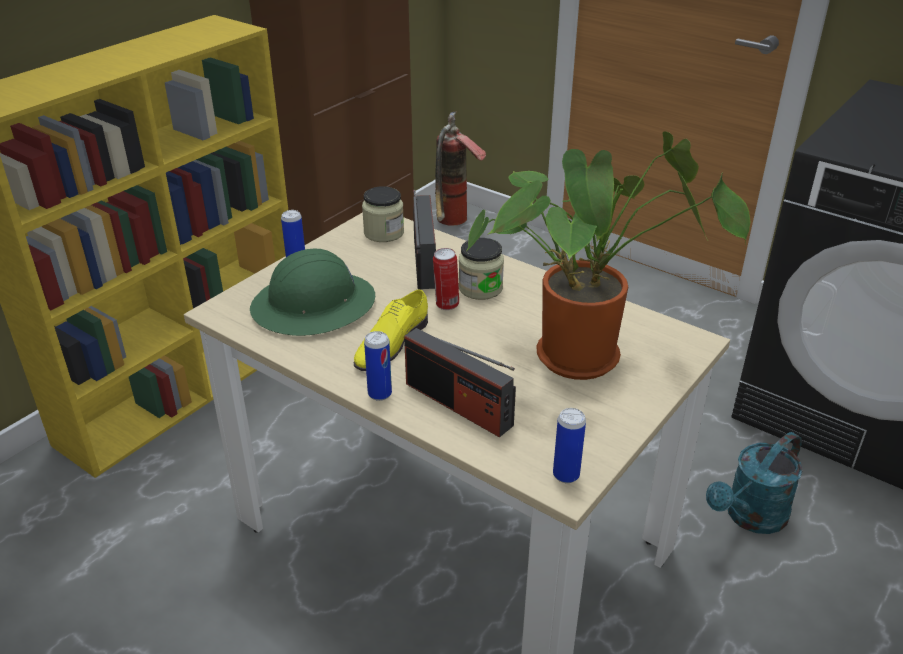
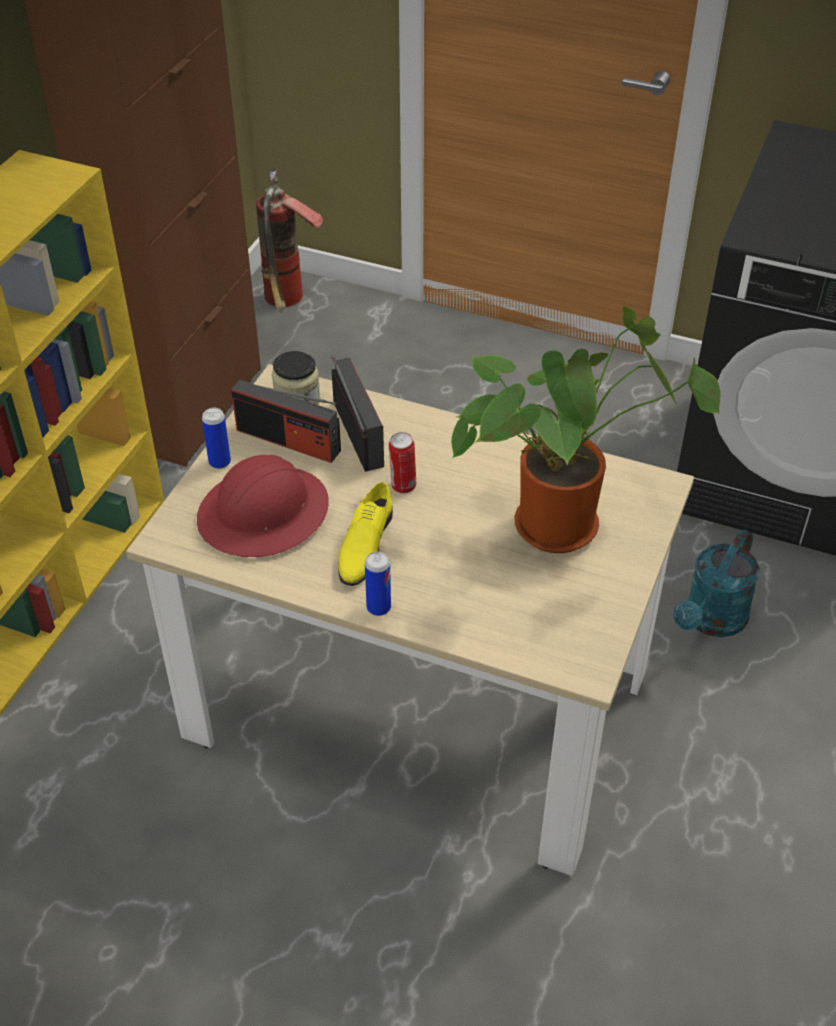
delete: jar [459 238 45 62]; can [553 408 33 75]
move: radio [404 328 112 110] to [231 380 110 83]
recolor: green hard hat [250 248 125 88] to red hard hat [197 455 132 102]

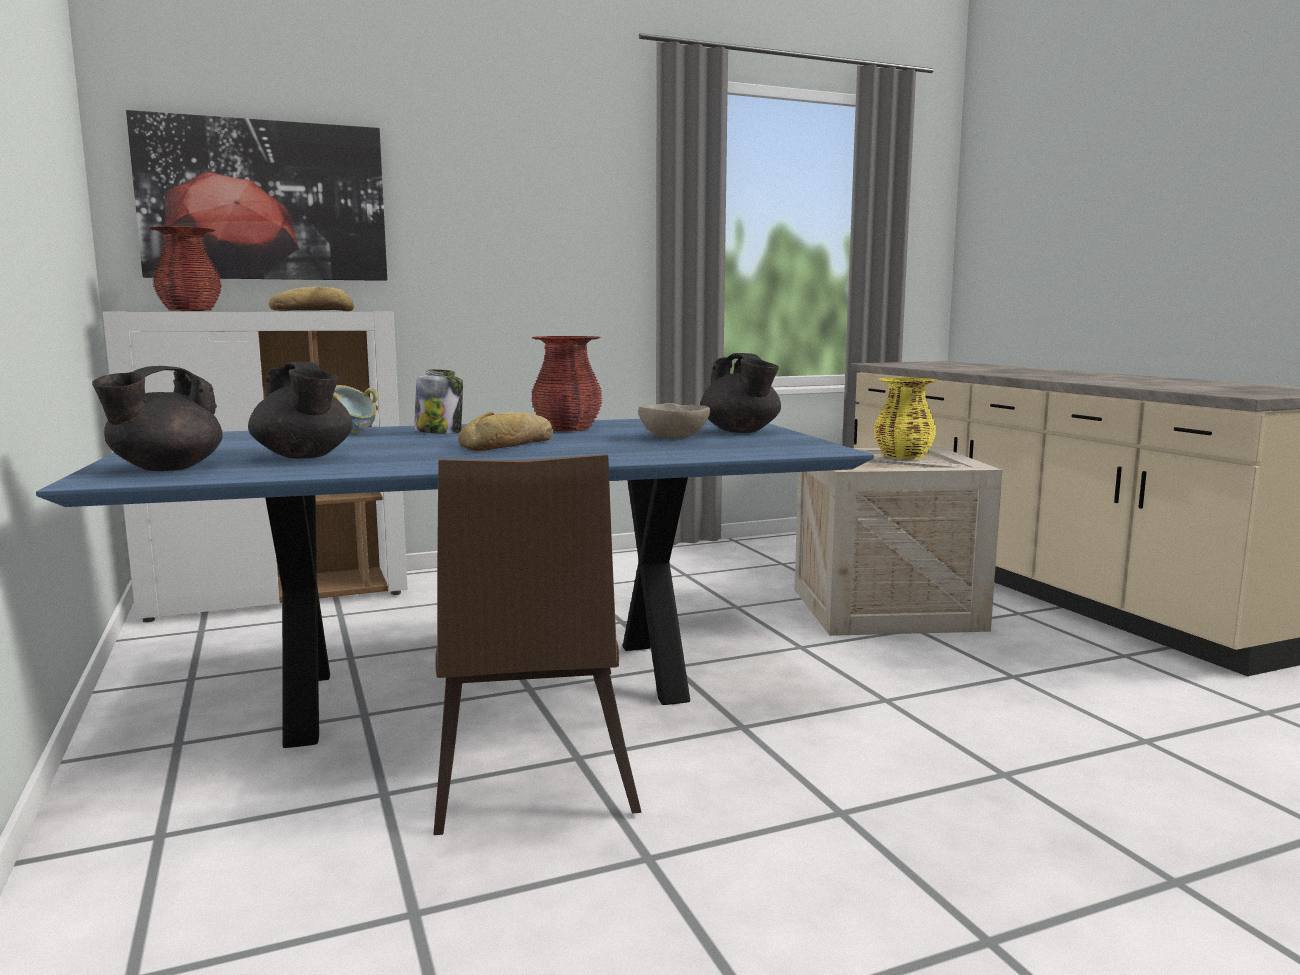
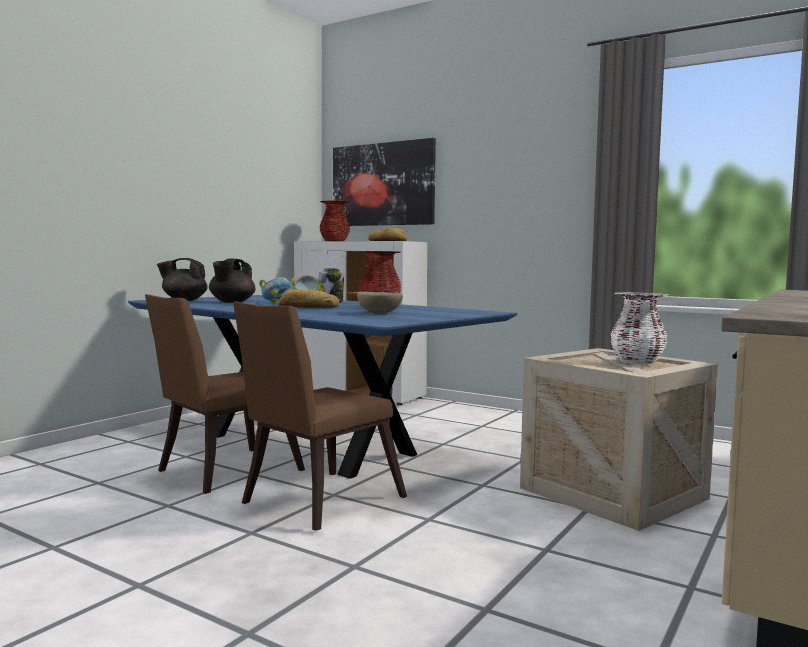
delete: black teapot [700 353 81 80]
insert: brown chair [233 301 174 230]; bowl [259 277 32 26]
recolor: yellow vase [874 377 64 82] to white vase [610 292 58 72]

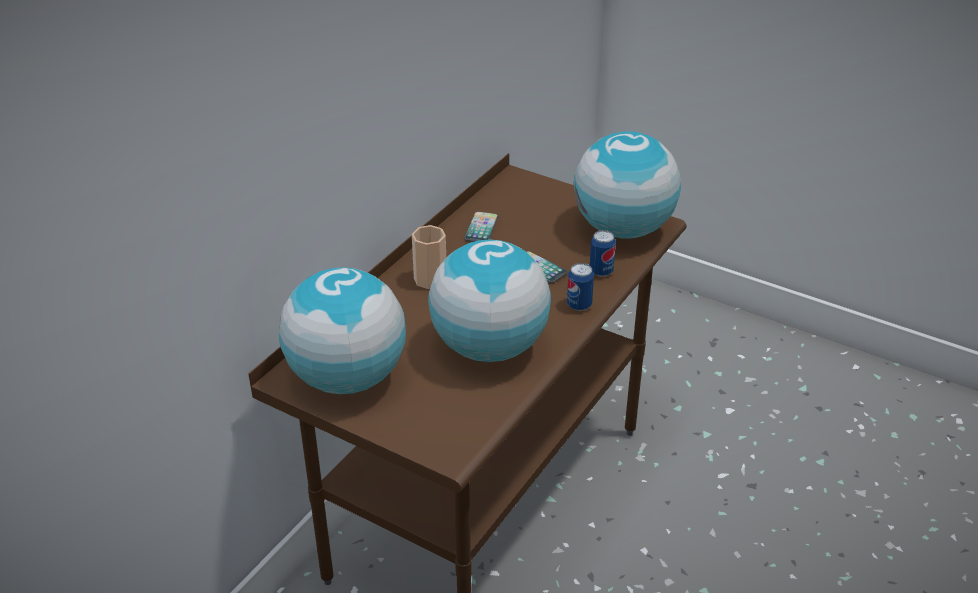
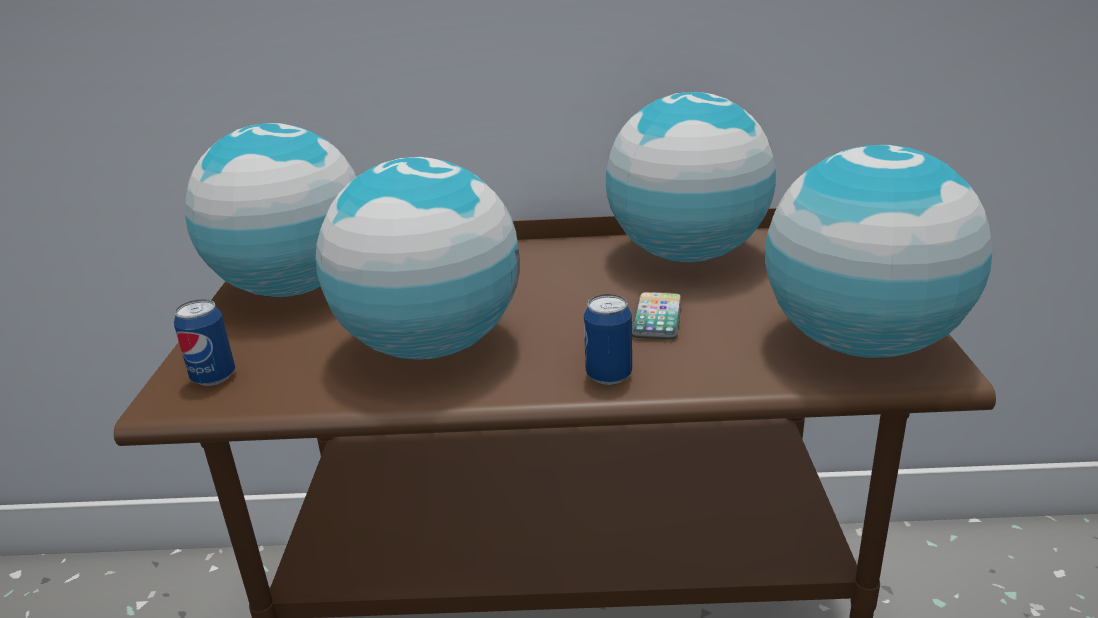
delete: cup [412 225 34 64]
move: can [590 230 26 47] to [174 299 61 87]
replace: phone [464 211 35 31] to globe [606 92 170 170]

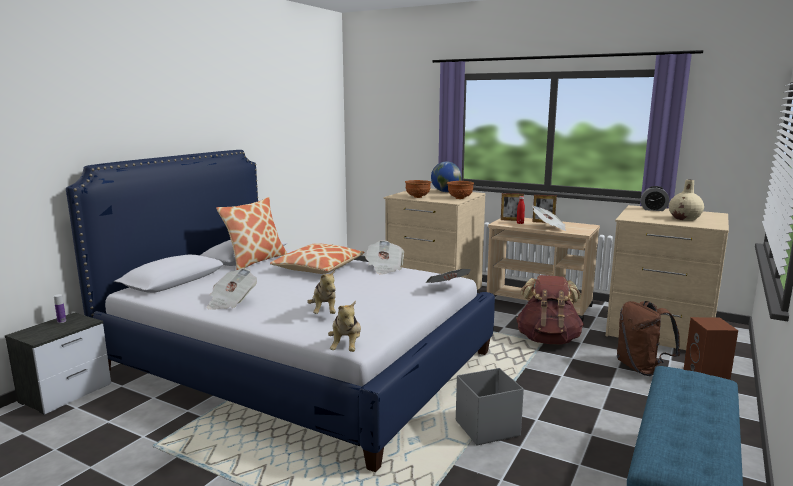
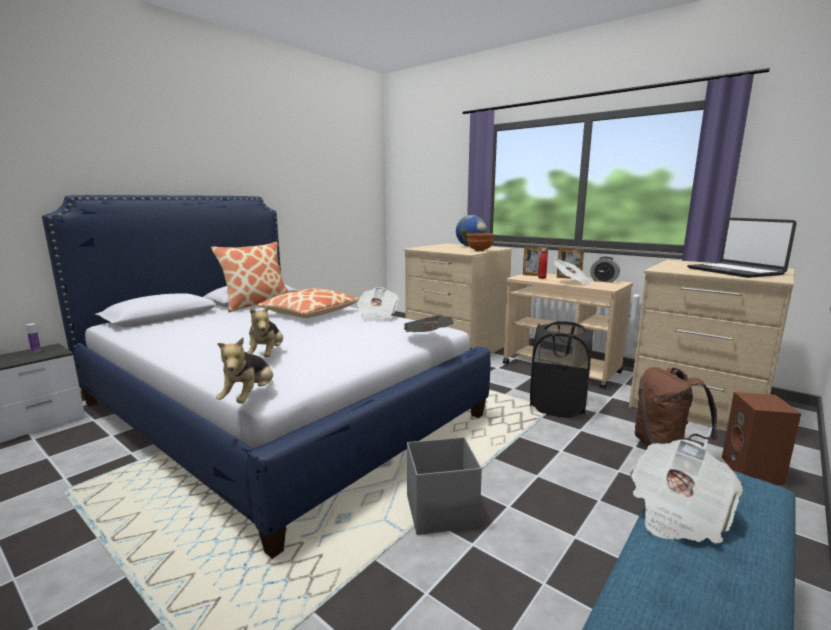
delete: brown bowl [405 180 26 18]
move: alarm clock [641 186 28 25] to [590 257 30 26]; newspaper [207 268 50 42] to [630 439 113 104]
replace: brown backpack [516 275 68 69] to black laundry basket [530 321 63 97]; beige vase [669 180 35 41] to laptop [687 218 110 60]

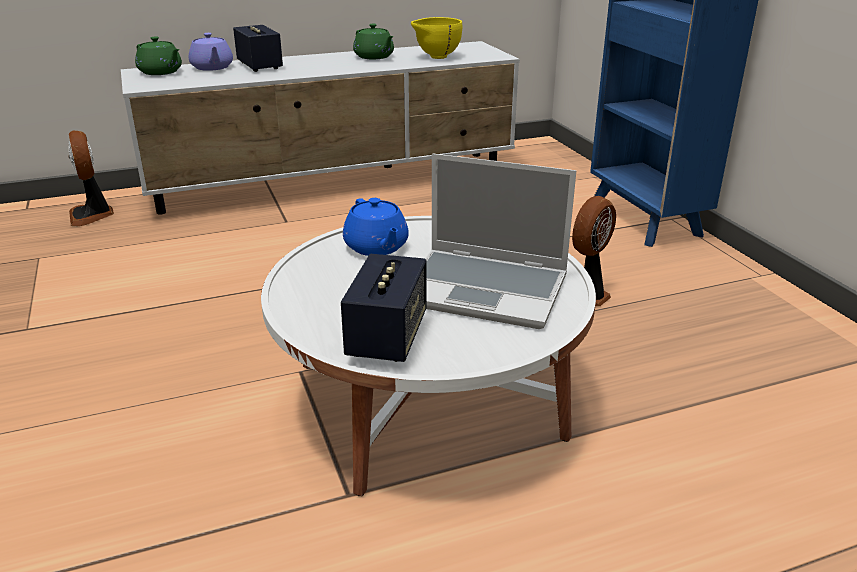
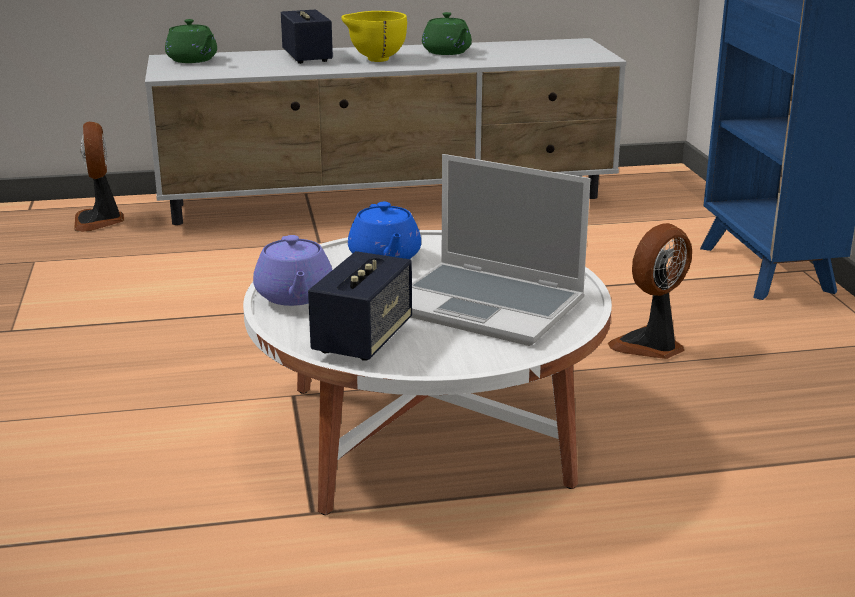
move: purple teapot [189 33 44 38] to [253 235 79 71]; yellow bowl [411 17 51 42] to [341 11 66 51]

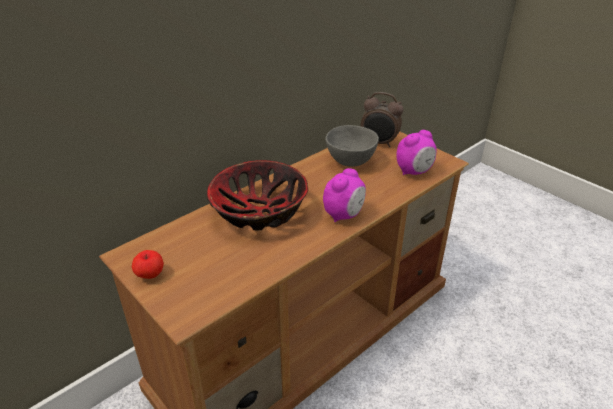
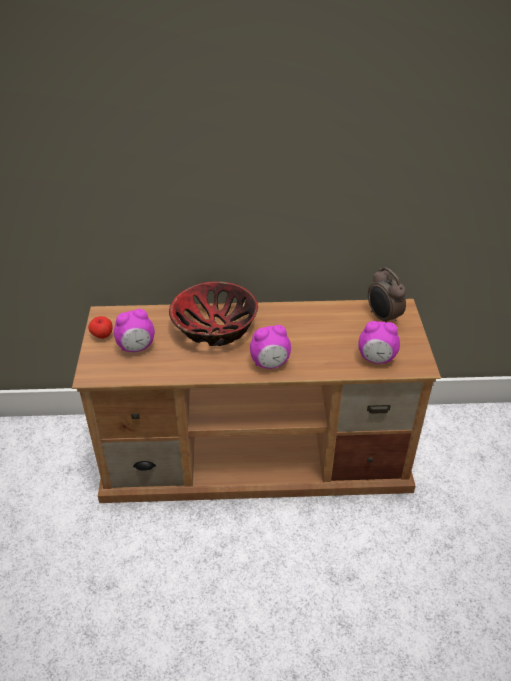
delete: grey bowl [325 125 54 42]
insert: alarm clock [114 309 41 43]

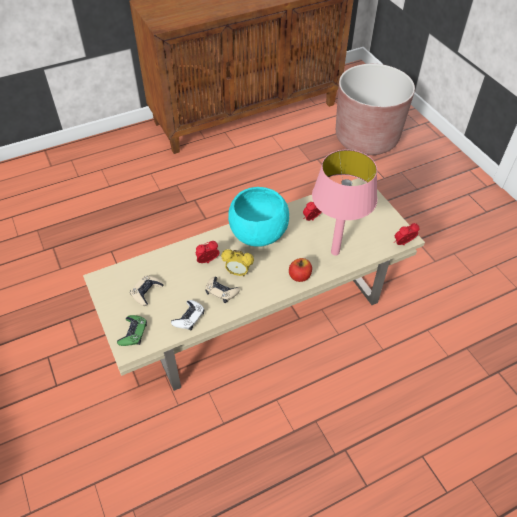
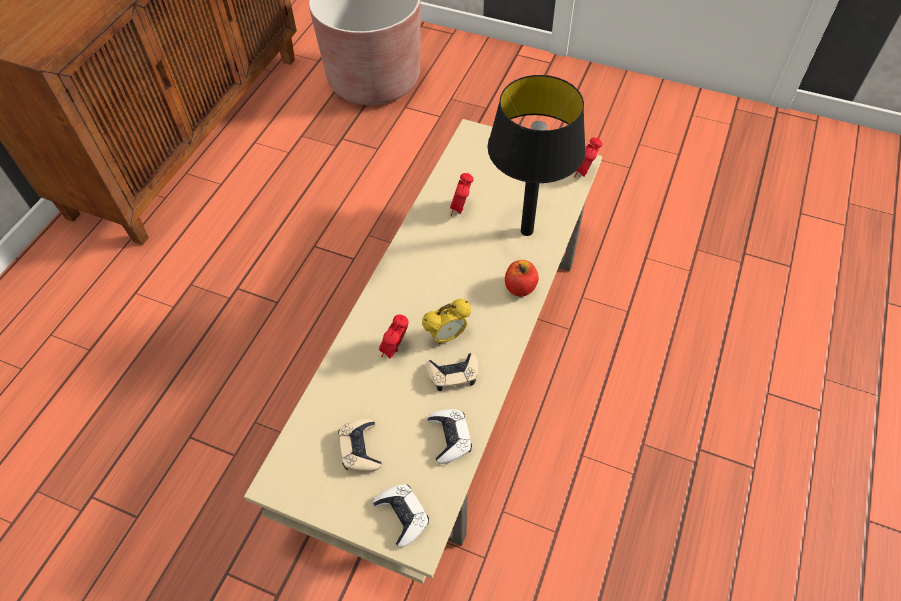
delete: turquoise bowl [228 187 61 60]
recolor: green game controller [117 315 30 31] to white game controller [373 484 56 63]; pink table lamp [312 150 65 106] to black table lamp [488 75 98 161]

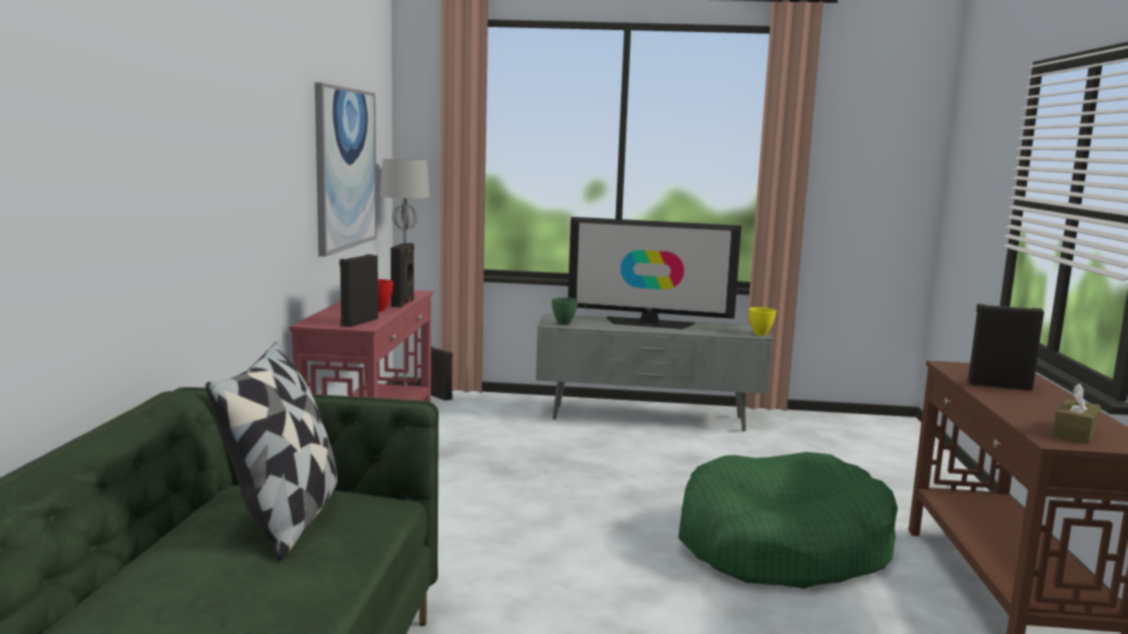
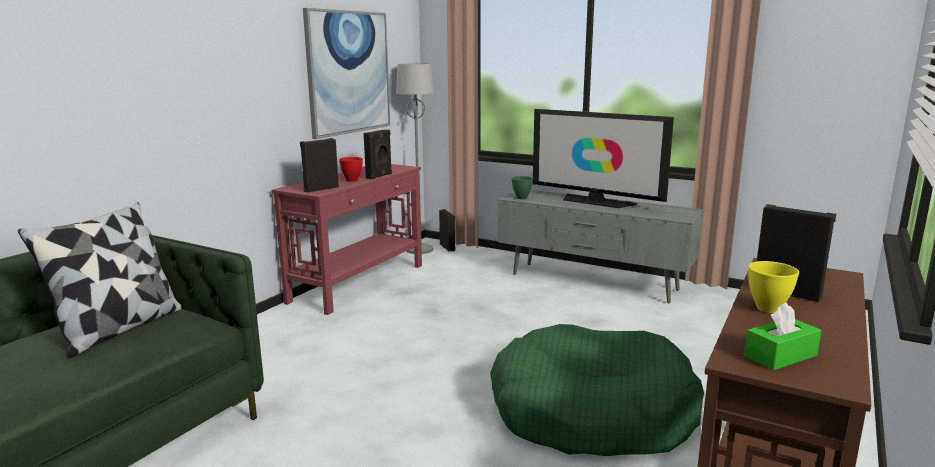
move: yellow bowl [749 307 27 29] to [748 261 51 52]
recolor: brown tissue box [1052 383 49 60] to green tissue box [744 302 78 68]

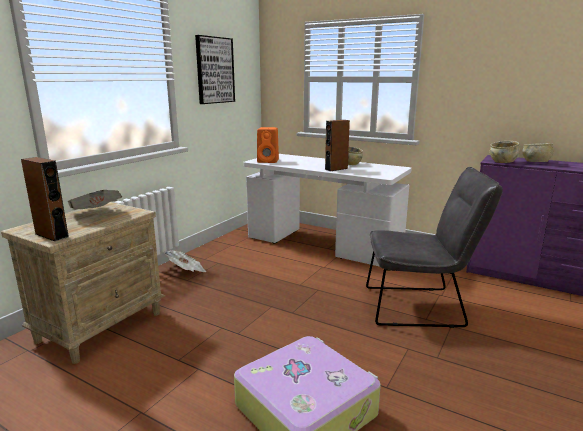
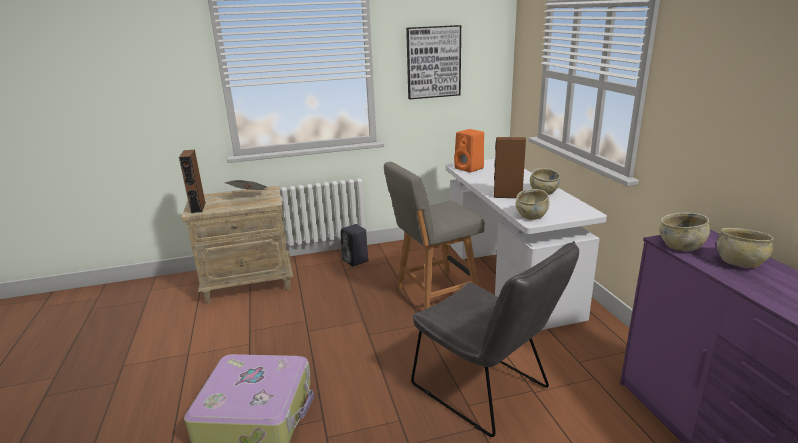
insert: grey chair [384 162 101 147]; beige bowl [515 189 34 31]
replace: newspaper [164 250 42 22] to black speaker [341 224 28 43]

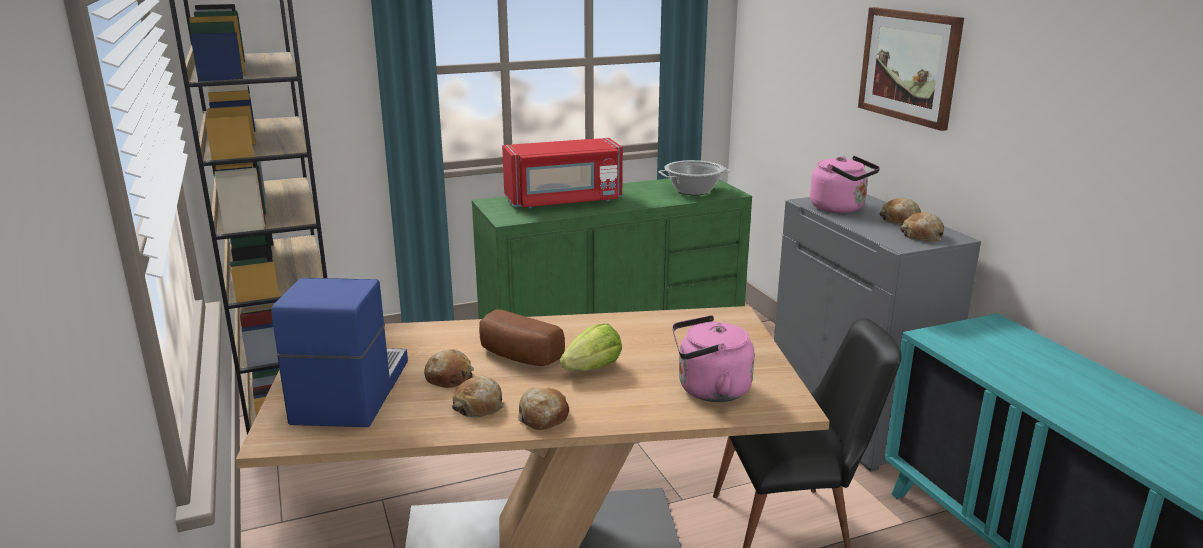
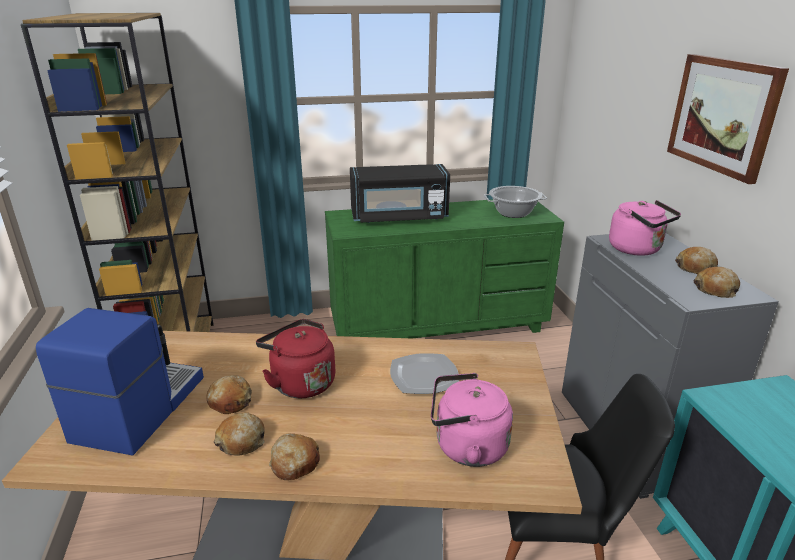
delete: lettuce [560 324 62 47]
insert: plate [390 353 69 41]
replace: bread [479 309 86 57] to red kettle [256 319 79 79]
recolor: red microwave [502 138 121 71] to black microwave [350 164 100 59]

